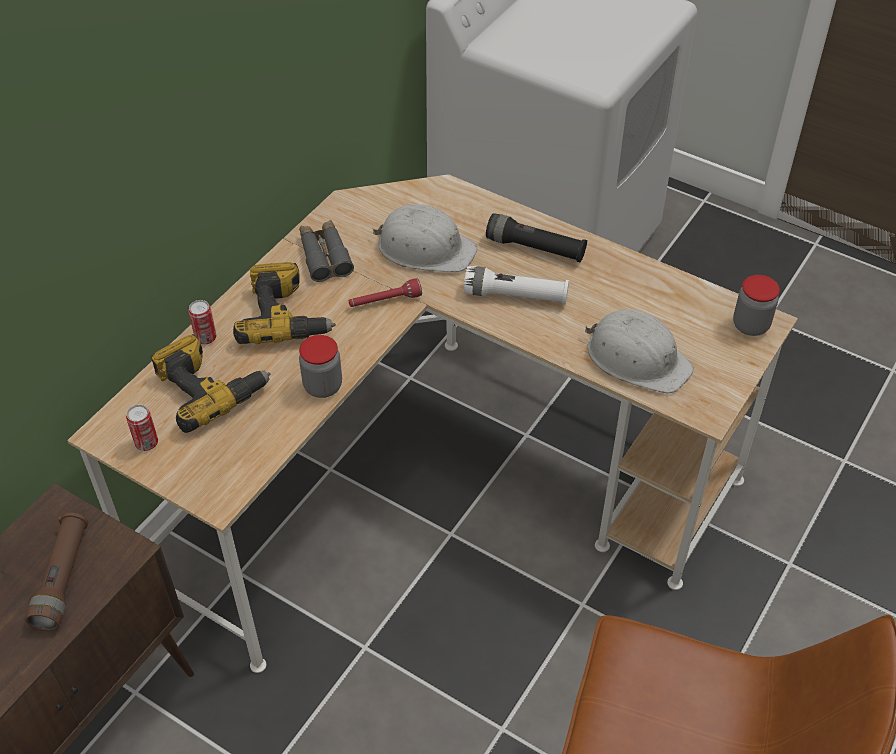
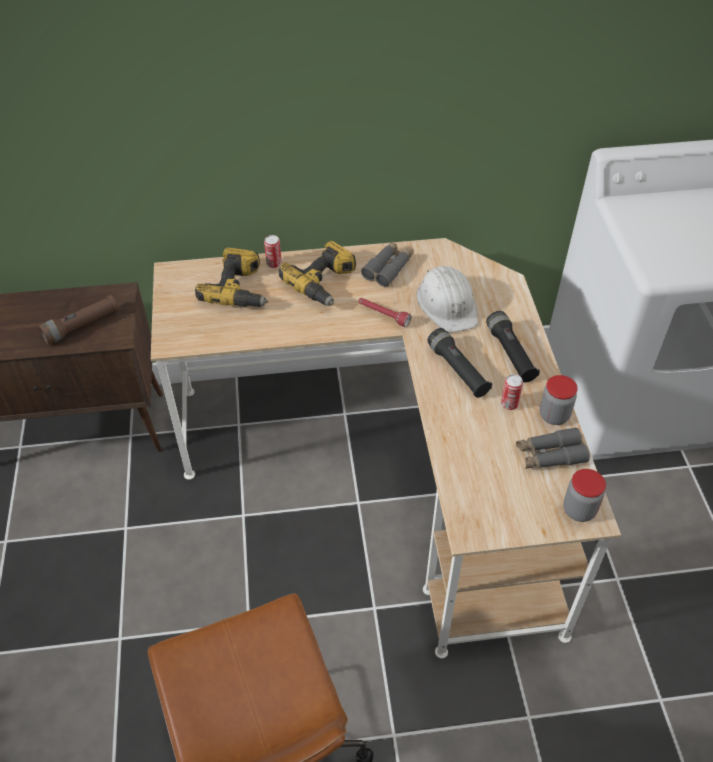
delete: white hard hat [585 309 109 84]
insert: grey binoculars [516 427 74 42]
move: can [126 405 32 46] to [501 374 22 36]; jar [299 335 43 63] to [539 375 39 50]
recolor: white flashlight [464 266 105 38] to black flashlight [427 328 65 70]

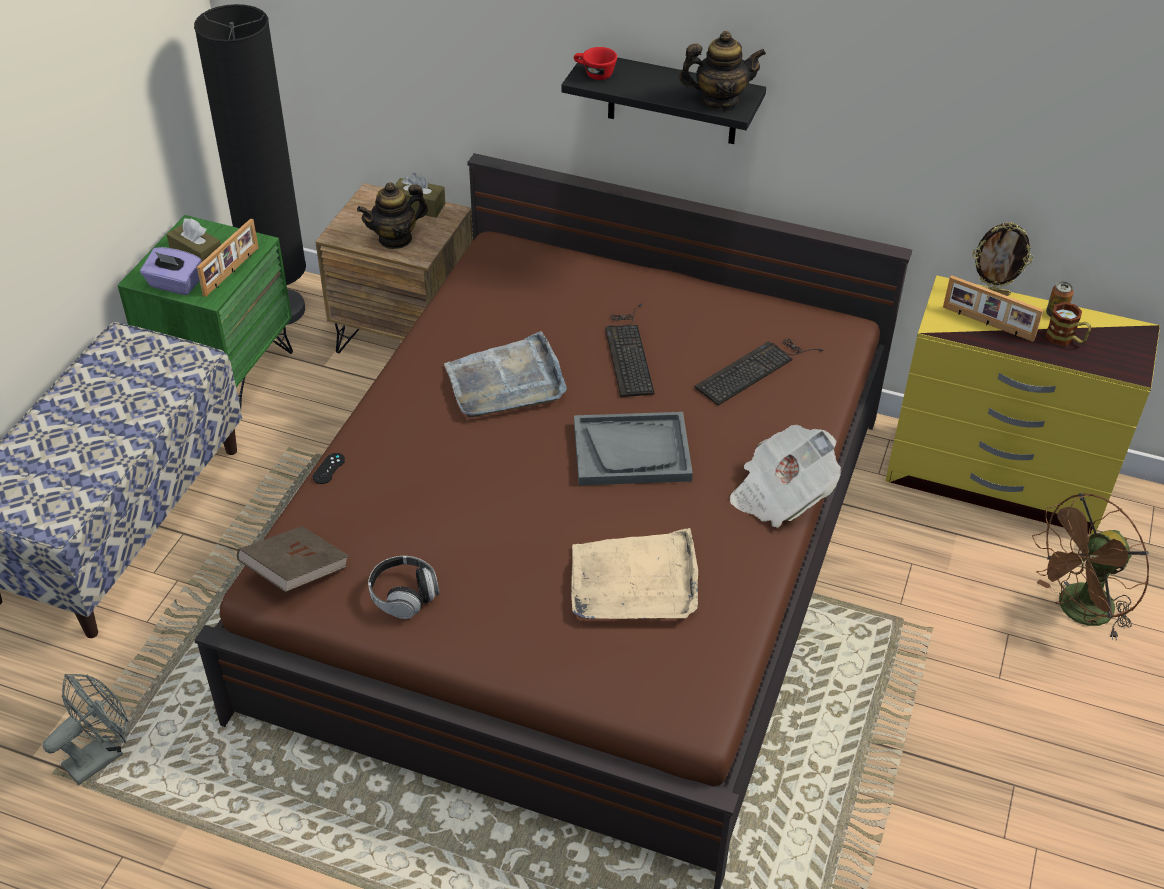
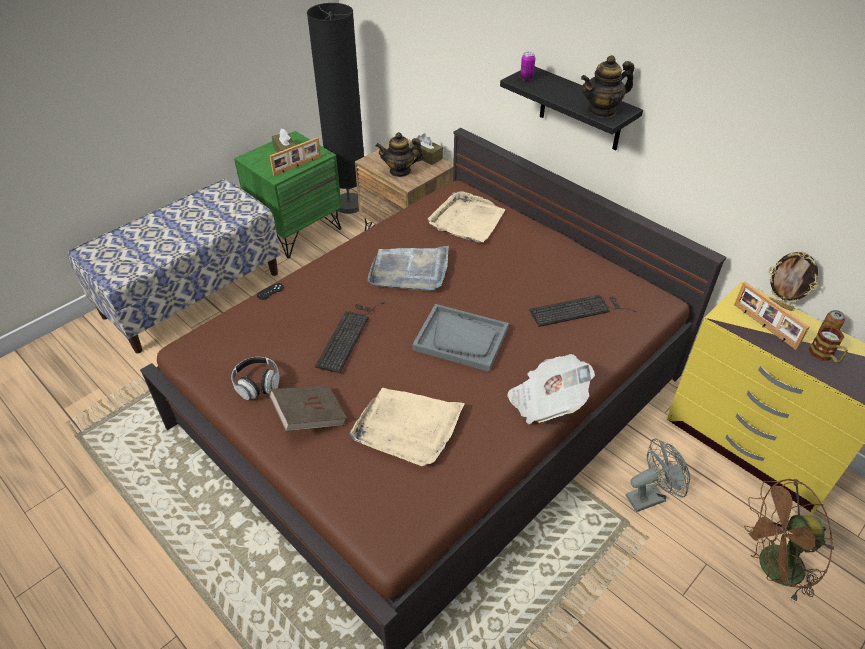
delete: purple tissue box [140 247 62 48]
insert: beige tray [428 191 77 52]
move: brown book [237 526 112 66] to [269 385 78 46]; keyboard [605 304 50 93] to [315 302 70 71]; grey fan [43 674 85 111] to [626 439 64 73]
replace: red cup [574 47 43 33] to can [520 52 15 29]
rotate: teapot [679 31 87 78] = [581 55 53 63] 135 degrees clockwise

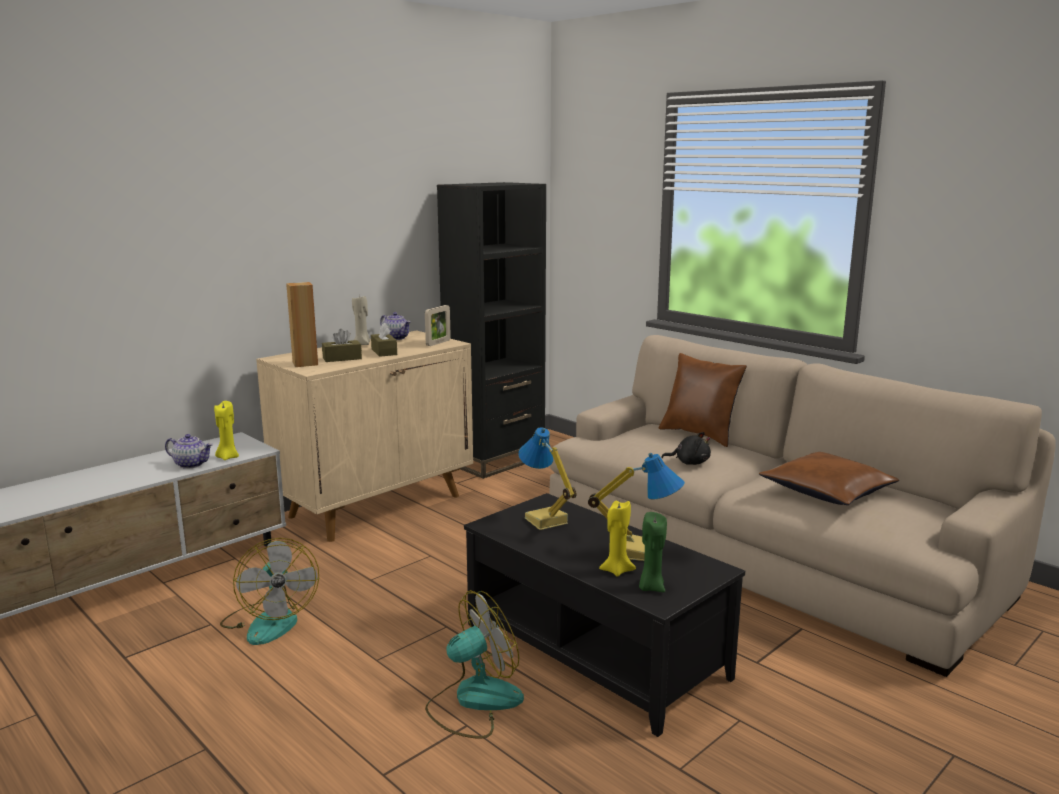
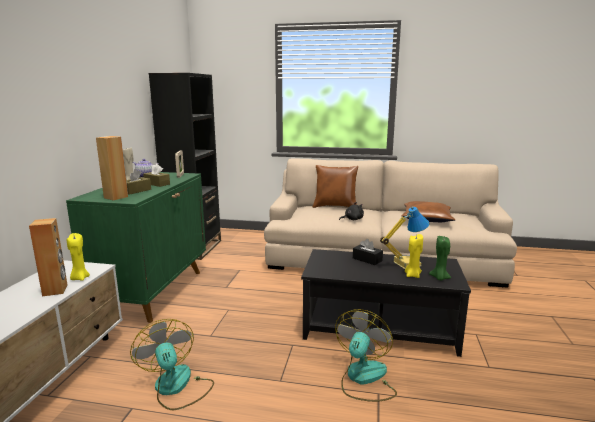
delete: table lamp [518 427 59 103]
insert: black tissue box [353 239 30 26]
replace: teapot [165 434 48 35] to brown speaker [29 218 39 78]
recolor: beige cabinet [256 331 217 211] to green cabinet [66 172 140 151]
rotate: fan [220 538 99 107] = [130 319 84 91] 150 degrees counterclockwise

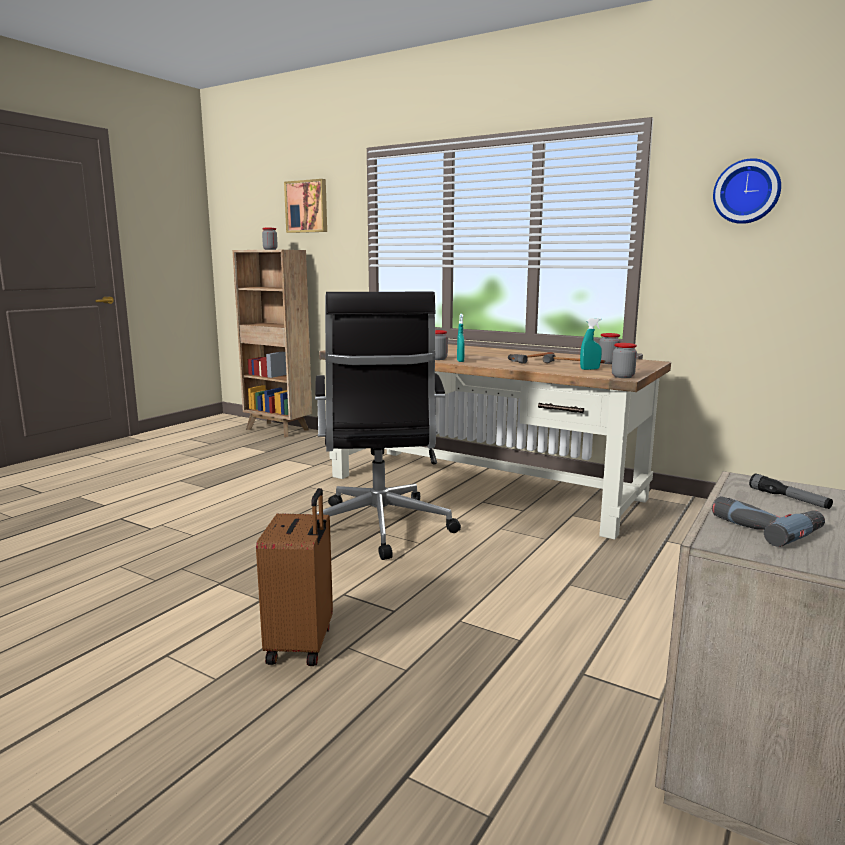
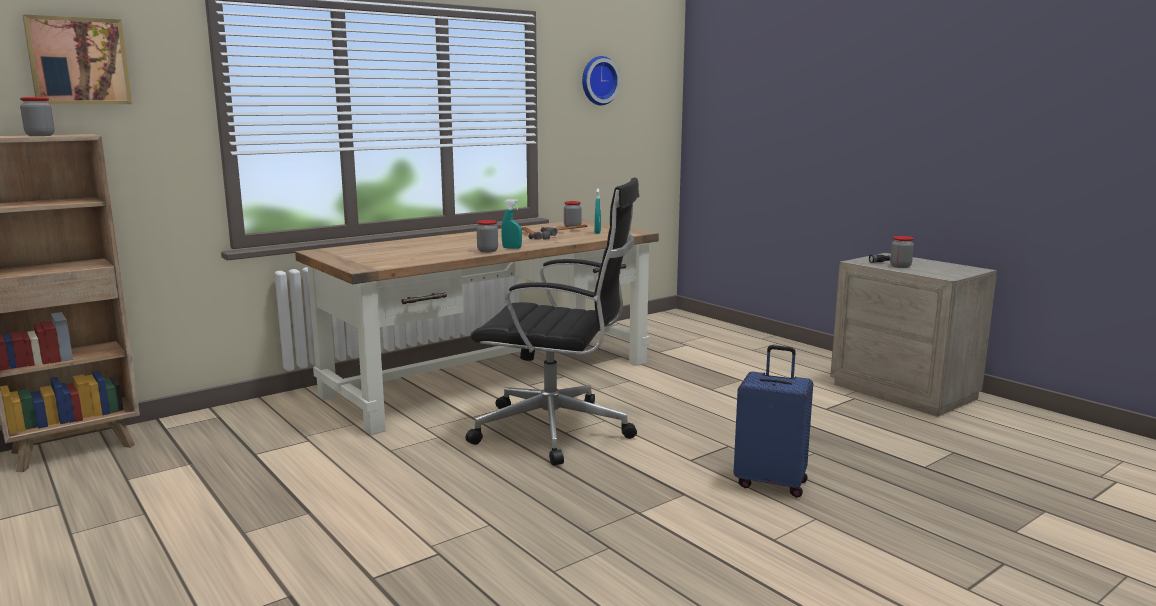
delete: power drill [712 496 113 51]
move: jar [612 343 25 35] to [890 236 24 32]
recolor: brown suitcase [256 488 77 178] to blue suitcase [733 345 80 153]

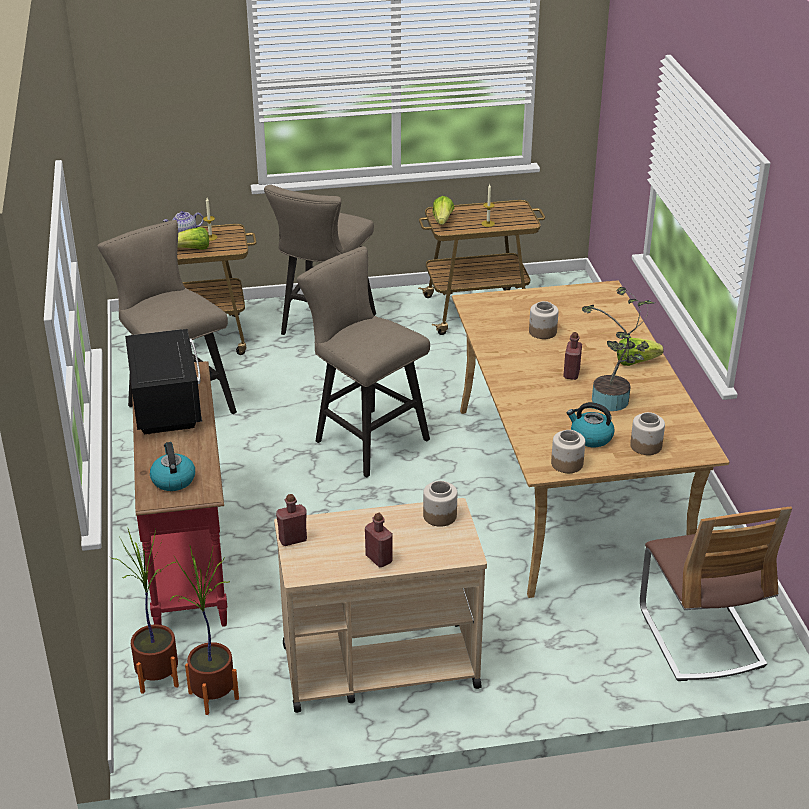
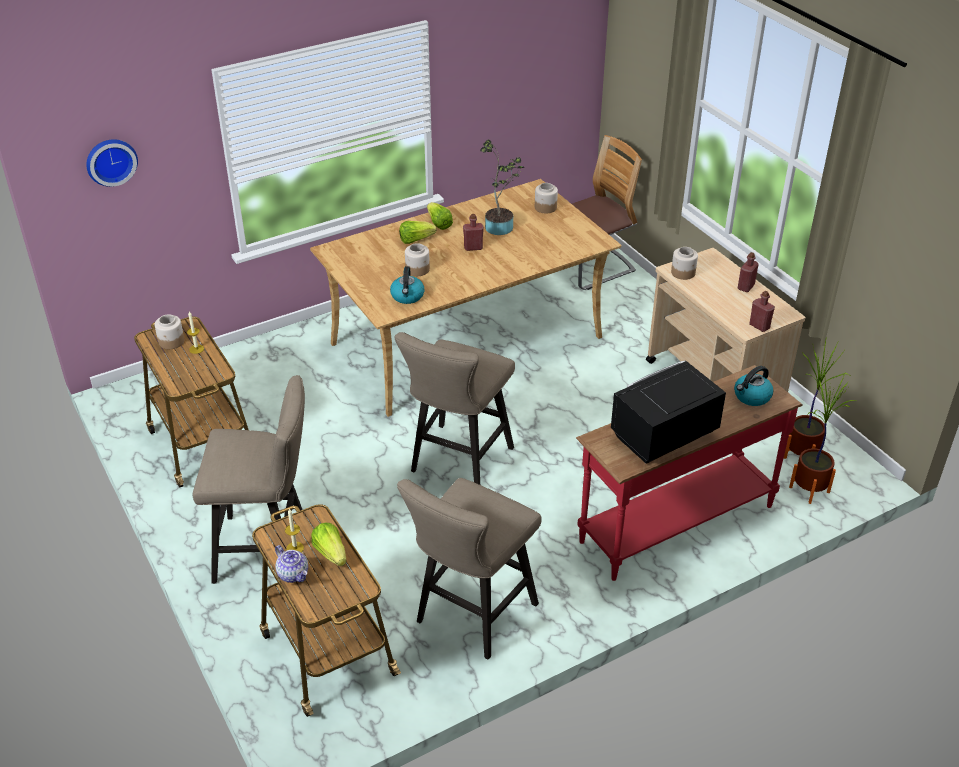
insert: wall clock [86 139 52 48]
move: jar [551 430 34 43] to [154 314 30 35]; kettle [567 402 48 45] to [390 266 35 38]; lettuce [432 196 22 29] to [399 221 38 23]

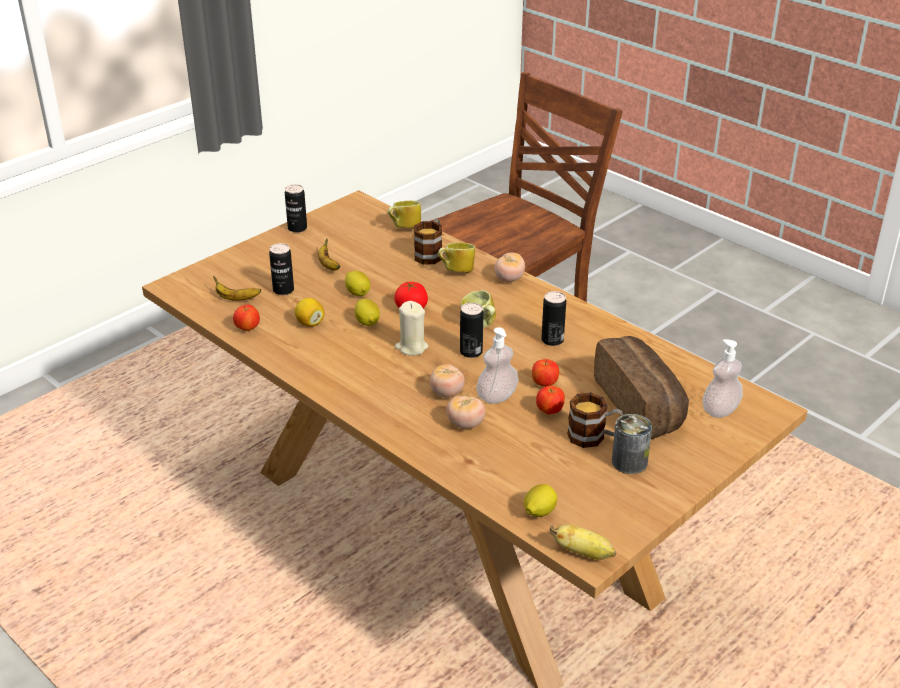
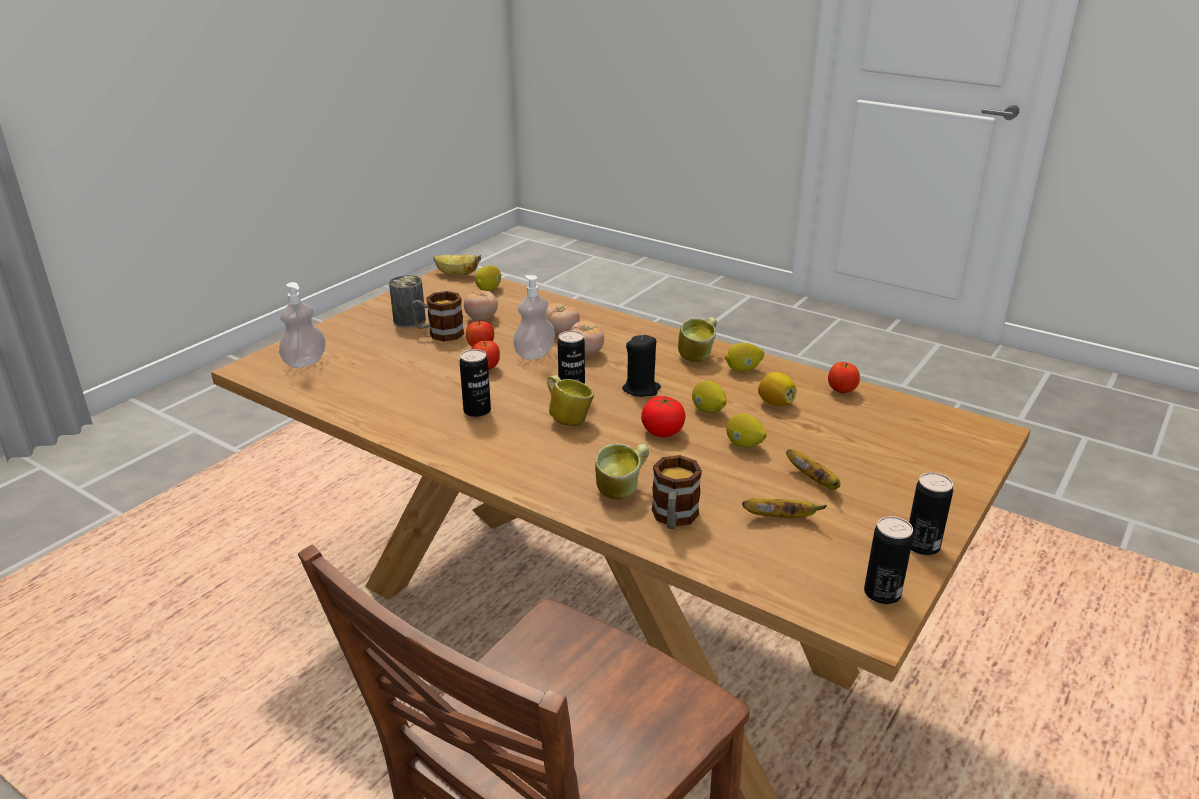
delete: bread [594 336 95 103]
insert: lemon [725 343 39 29]
move: tomato [494 252 31 30] to [464 290 34 31]; mug [388 201 33 27] to [678 317 39 45]; banana [213 276 48 25] to [742 499 85 19]; can [269 243 25 52] to [864 516 49 88]
recolor: beige candle [395 301 33 55] to black candle [622 335 39 62]

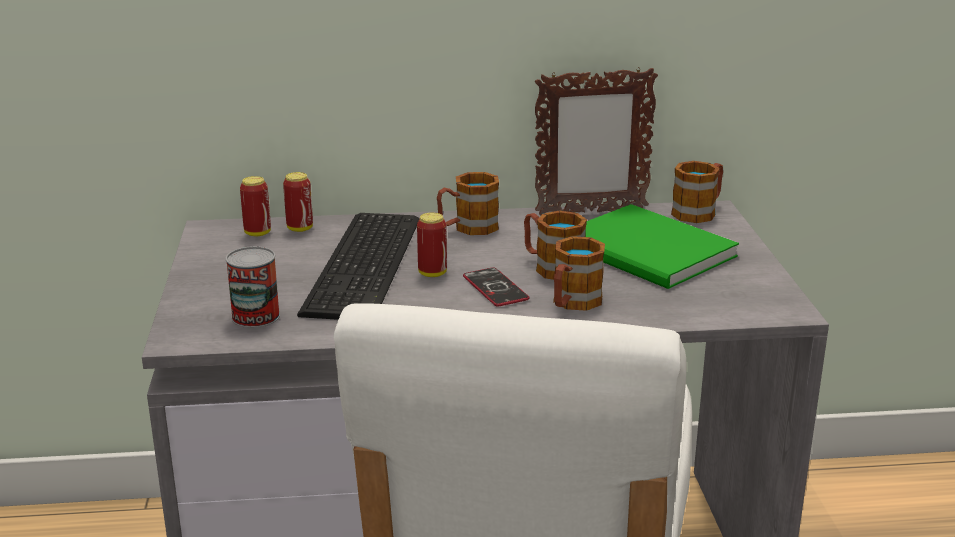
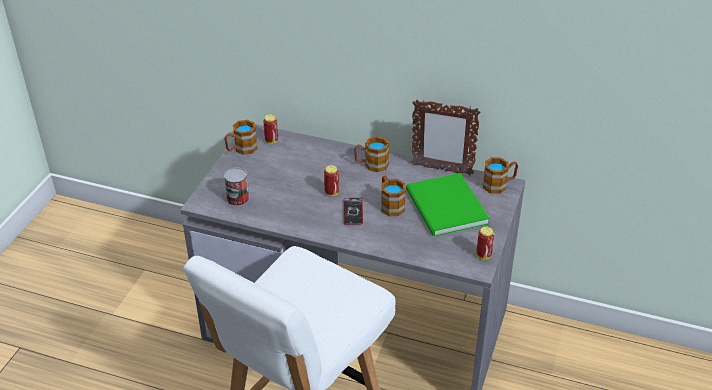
delete: keyboard [297 213 122 107]
move: mug [553 236 52 75] to [224 120 34 35]; can [283 172 30 60] to [476 227 18 32]

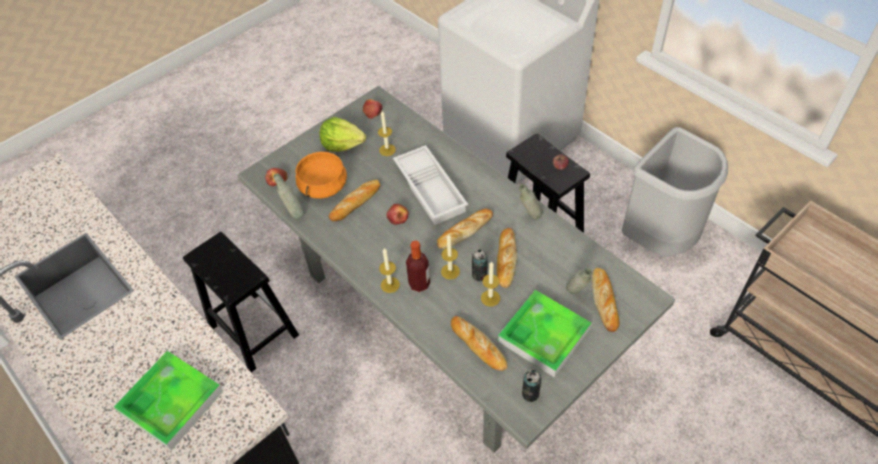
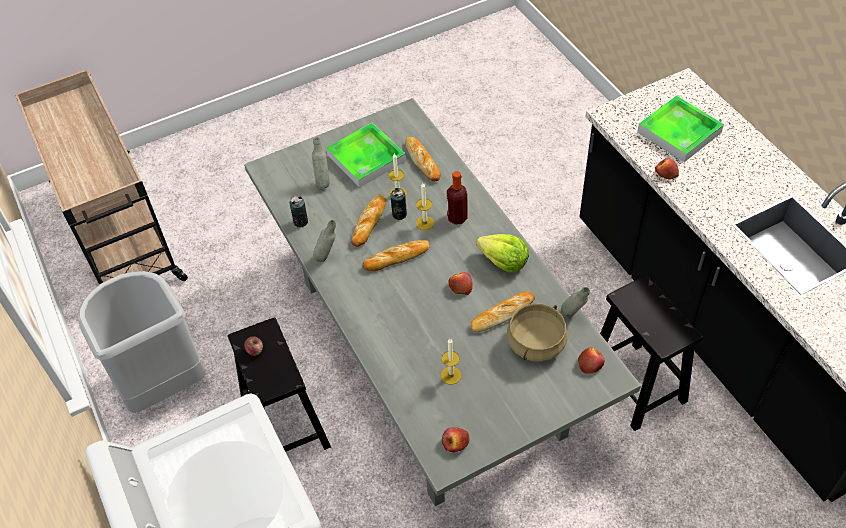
delete: candle [379 248 21 45]; white tray [393 145 75 80]; bread [592 268 28 64]
insert: apple [655 158 24 22]
move: can [522 370 19 32] to [290 196 18 32]; lettuce [320 117 46 35] to [476 234 53 39]
recolor: orange cooking pot [295 150 52 49] to beige cooking pot [507 304 60 58]

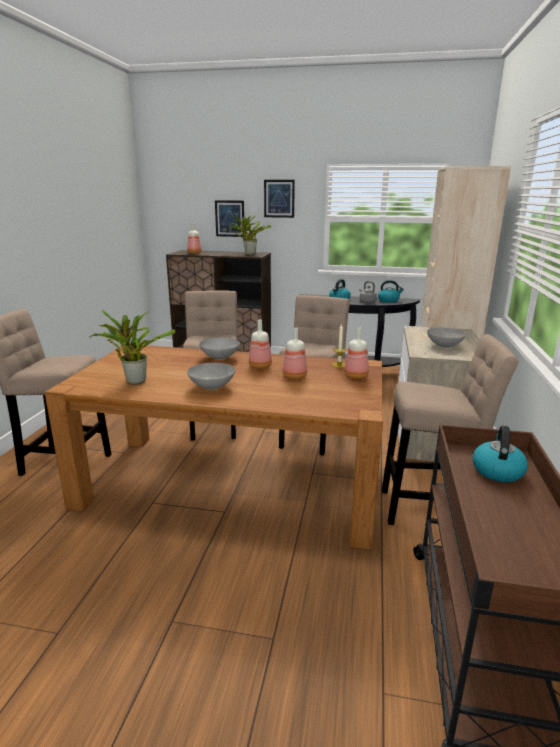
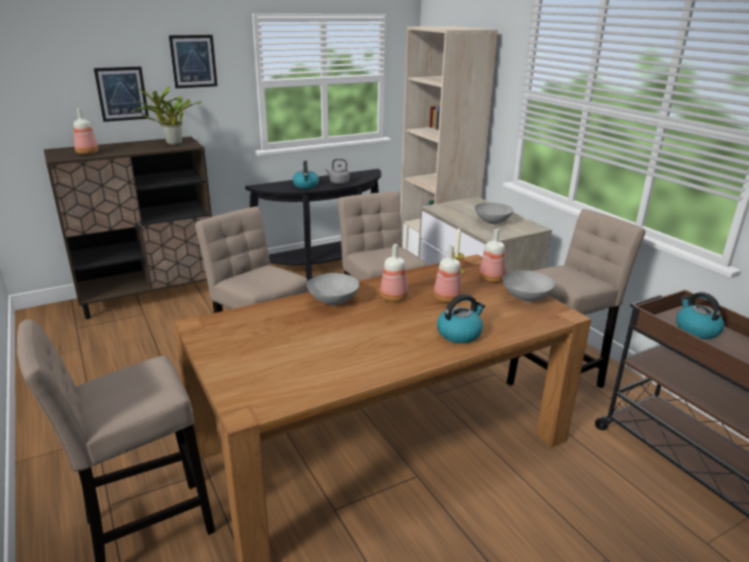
delete: potted plant [89 310 87 74]
move: kettle [378 280 26 23] to [437 294 48 49]; grey bowl [187 363 48 27] to [503 270 52 32]

